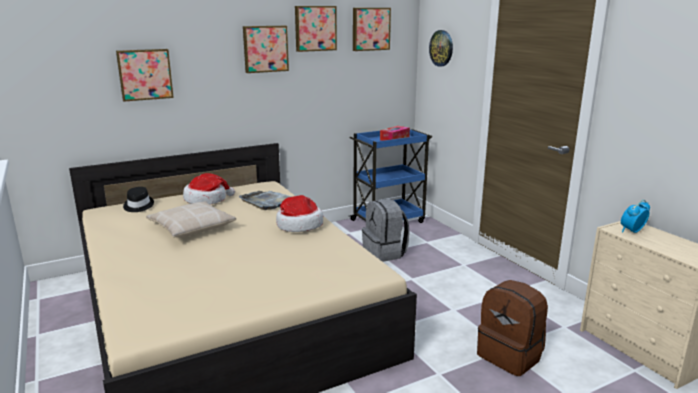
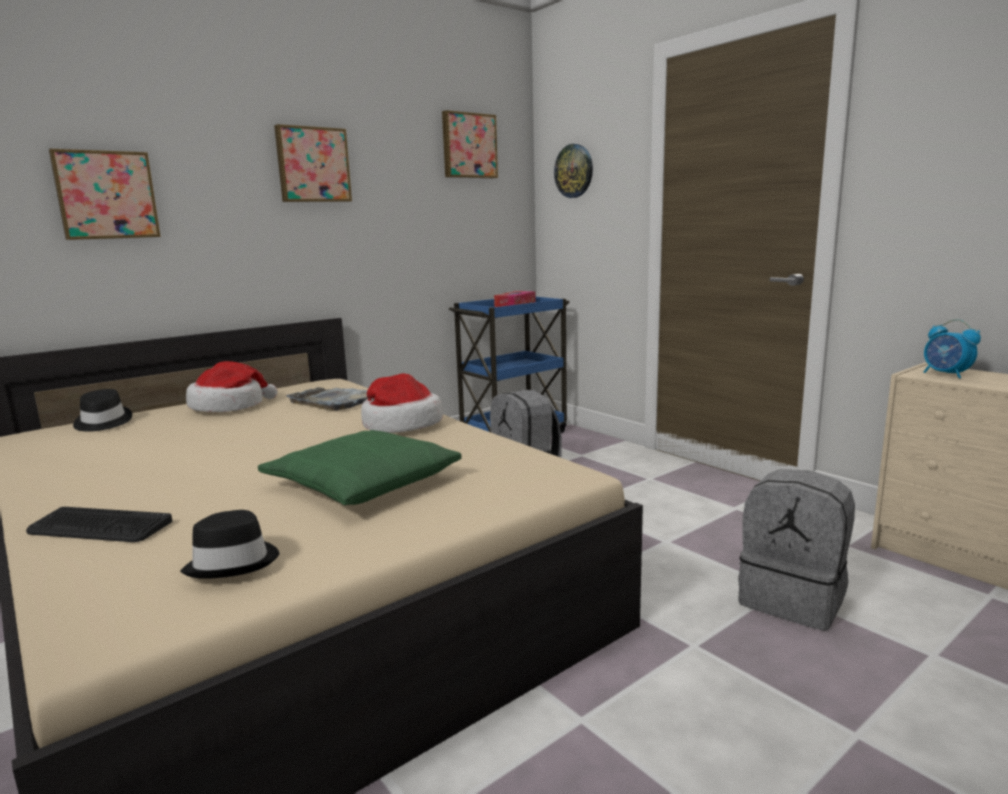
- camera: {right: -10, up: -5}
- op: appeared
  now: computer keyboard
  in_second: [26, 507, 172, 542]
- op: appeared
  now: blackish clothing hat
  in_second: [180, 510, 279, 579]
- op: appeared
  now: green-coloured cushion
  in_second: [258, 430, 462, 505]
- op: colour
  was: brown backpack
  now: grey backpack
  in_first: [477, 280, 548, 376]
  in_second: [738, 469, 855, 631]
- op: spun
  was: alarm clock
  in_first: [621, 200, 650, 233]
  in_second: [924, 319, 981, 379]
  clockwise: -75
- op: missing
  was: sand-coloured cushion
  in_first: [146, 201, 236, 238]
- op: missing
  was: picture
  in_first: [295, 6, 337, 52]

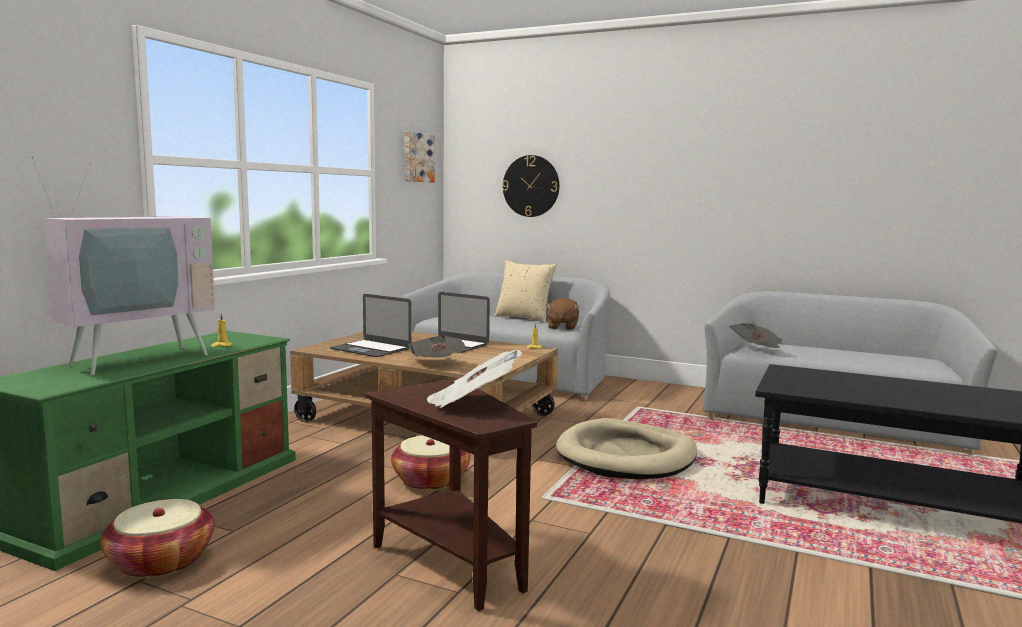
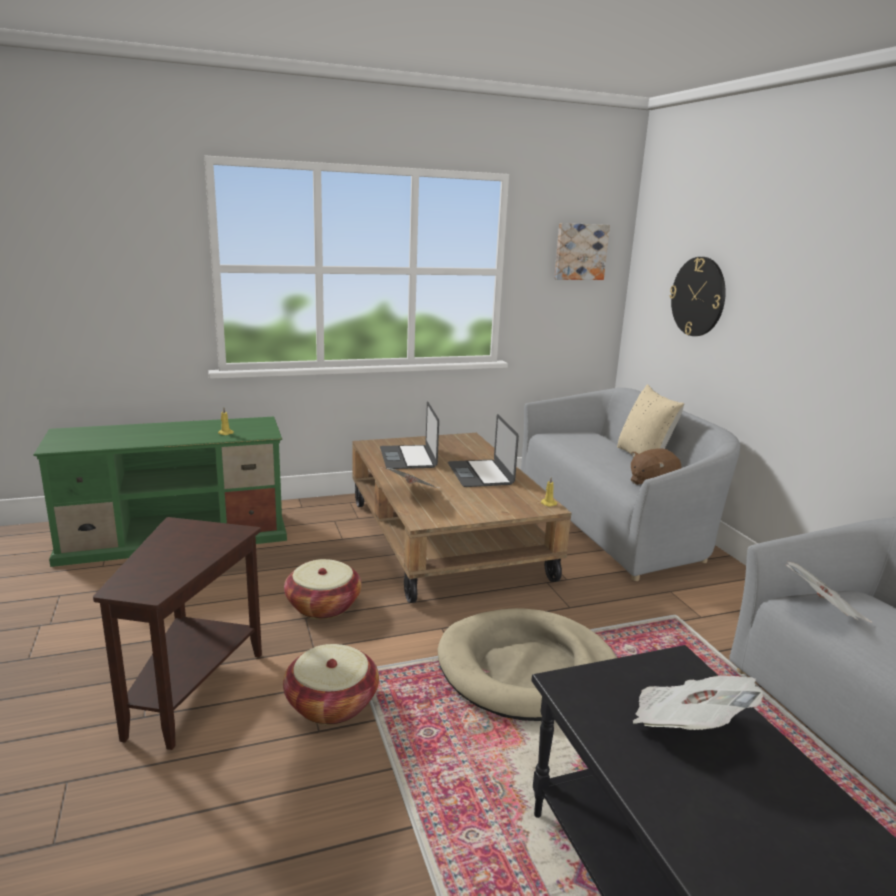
- camera: {right: 45, up: 10}
- op: relocated
  was: household basket
  in_first: [100, 499, 215, 579]
  in_second: [283, 644, 379, 725]
- op: relocated
  was: printed paper
  in_first: [426, 350, 522, 408]
  in_second: [633, 675, 763, 730]
- op: missing
  was: television
  in_first: [31, 156, 215, 375]

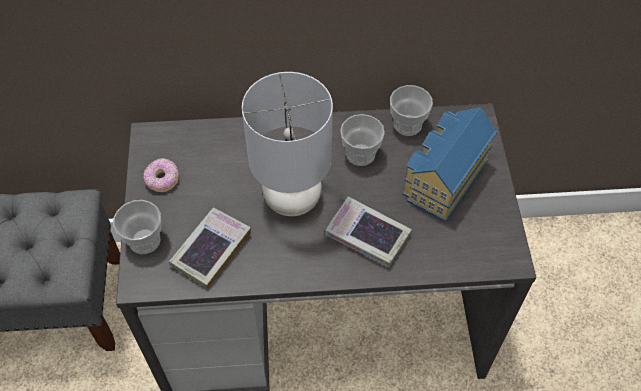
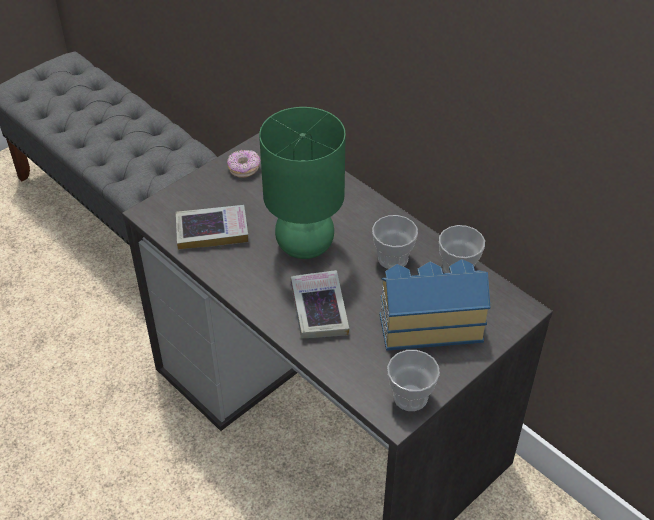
- camera: {right: 50, up: -10}
- op: colour
  was: grey tabletop lamp
  now: green-coloured tabletop lamp
  in_first: [242, 72, 333, 216]
  in_second: [259, 107, 346, 259]
- op: relocated
  was: small cup
  in_first: [113, 200, 161, 254]
  in_second: [387, 350, 440, 411]

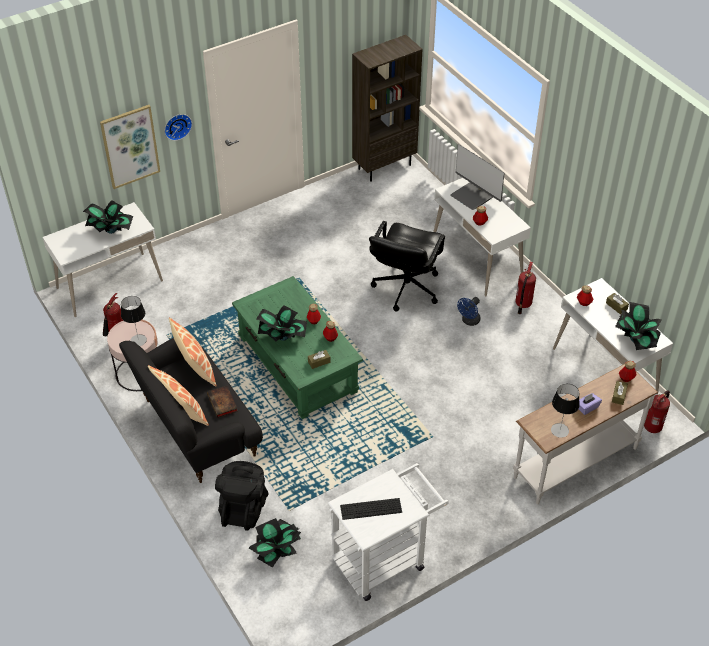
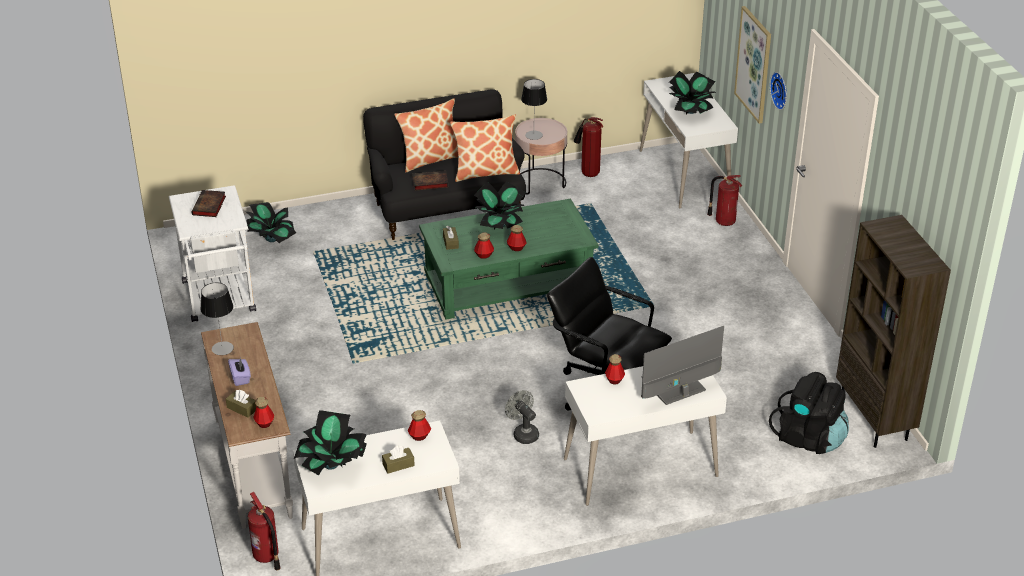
- camera: {right: 105, up: -10}
- op: exchanged
  was: computer keyboard
  now: volume
  in_first: [340, 498, 402, 520]
  in_second: [192, 190, 226, 217]
- op: colour
  was: blue fan
  now: grey fan
  in_first: [457, 297, 481, 326]
  in_second: [505, 390, 539, 444]
- op: relocated
  was: fire extinguisher
  in_first: [516, 262, 536, 314]
  in_second: [707, 175, 742, 226]
- op: relocated
  was: blackish backpack
  in_first: [215, 461, 268, 531]
  in_second: [769, 372, 849, 454]

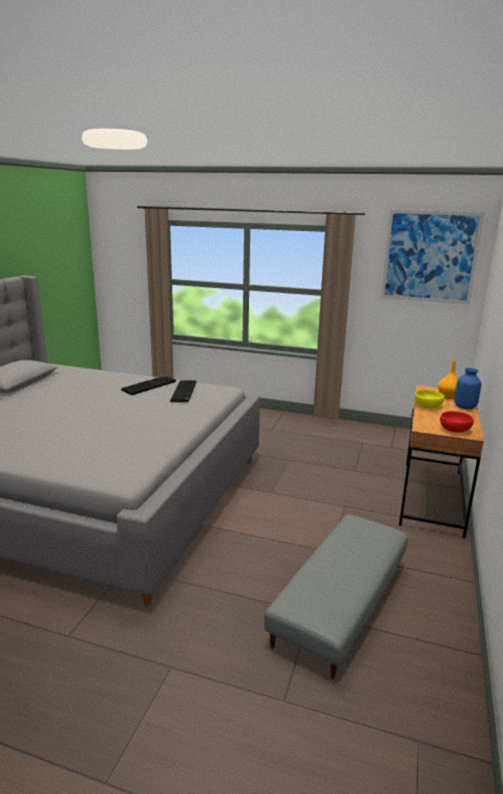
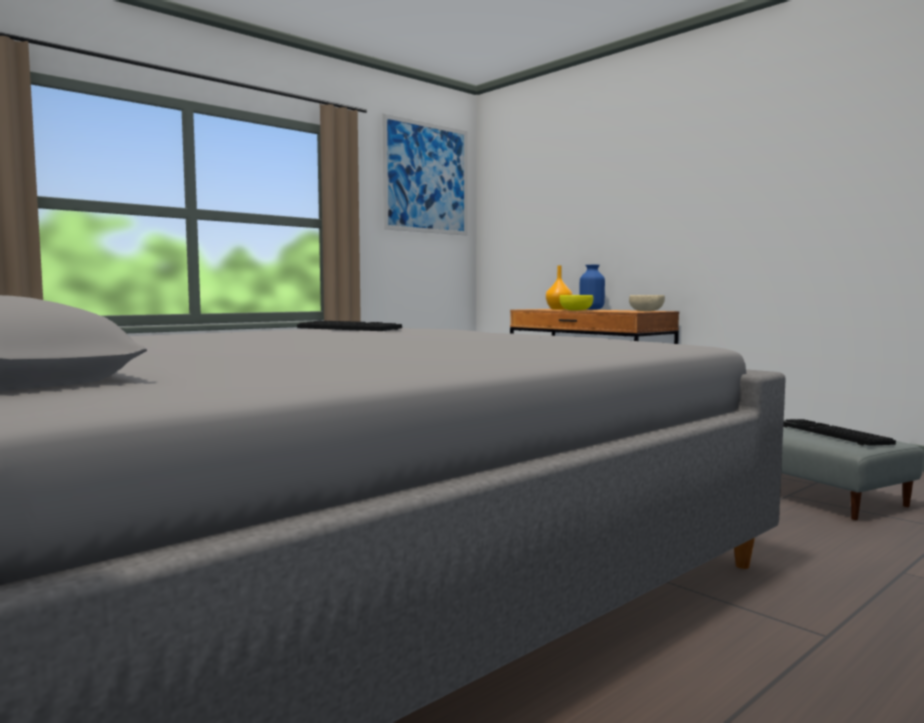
- camera: {right: -60, up: -15}
- op: colour
  was: red-coloured deep dish
  now: sand-coloured deep dish
  in_first: [440, 411, 474, 433]
  in_second: [629, 295, 665, 311]
- op: relocated
  was: computer keyboard
  in_first: [121, 376, 176, 395]
  in_second: [783, 419, 896, 446]

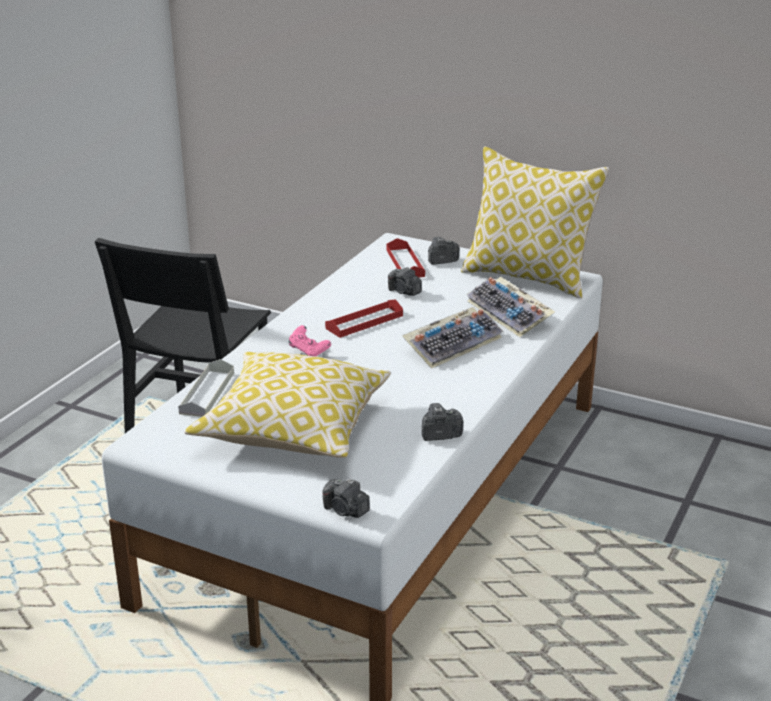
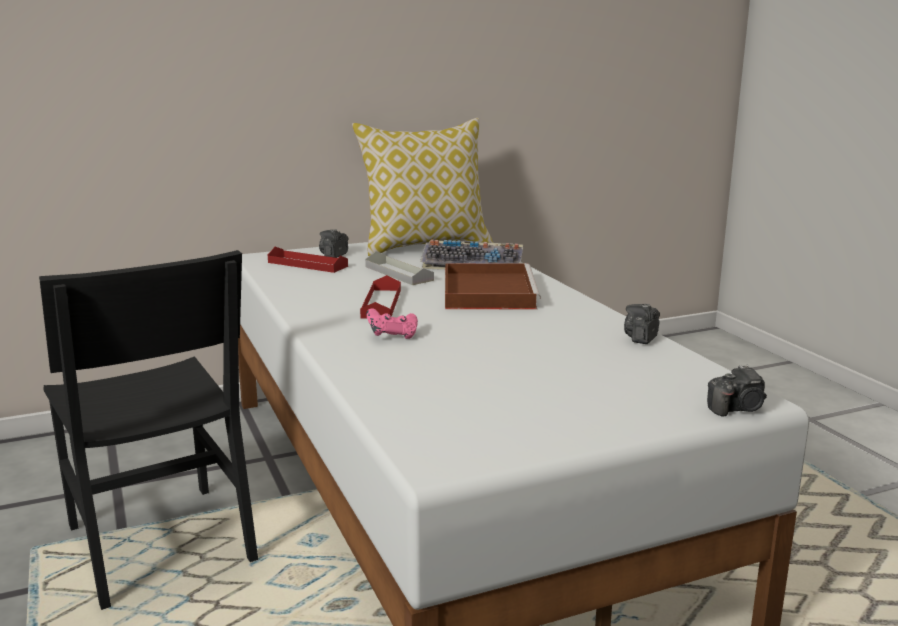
- camera: {right: -50, up: -10}
- op: relocated
  was: grey serving tray
  in_first: [178, 359, 234, 417]
  in_second: [365, 251, 434, 285]
- op: exchanged
  was: computer keyboard
  now: brown serving tray
  in_first: [402, 307, 503, 369]
  in_second: [445, 263, 541, 309]
- op: missing
  was: cushion
  in_first: [184, 352, 391, 458]
- op: missing
  was: photo camera
  in_first: [388, 267, 422, 296]

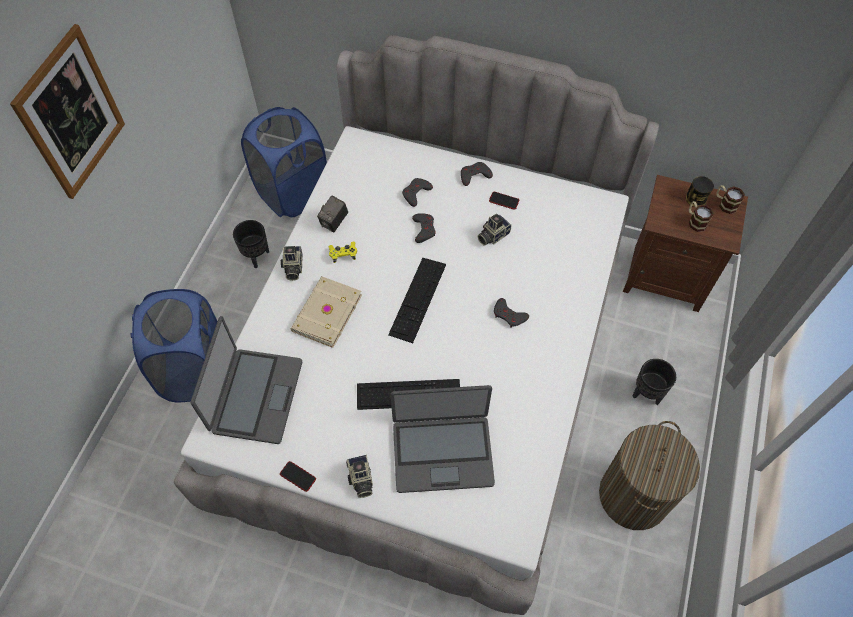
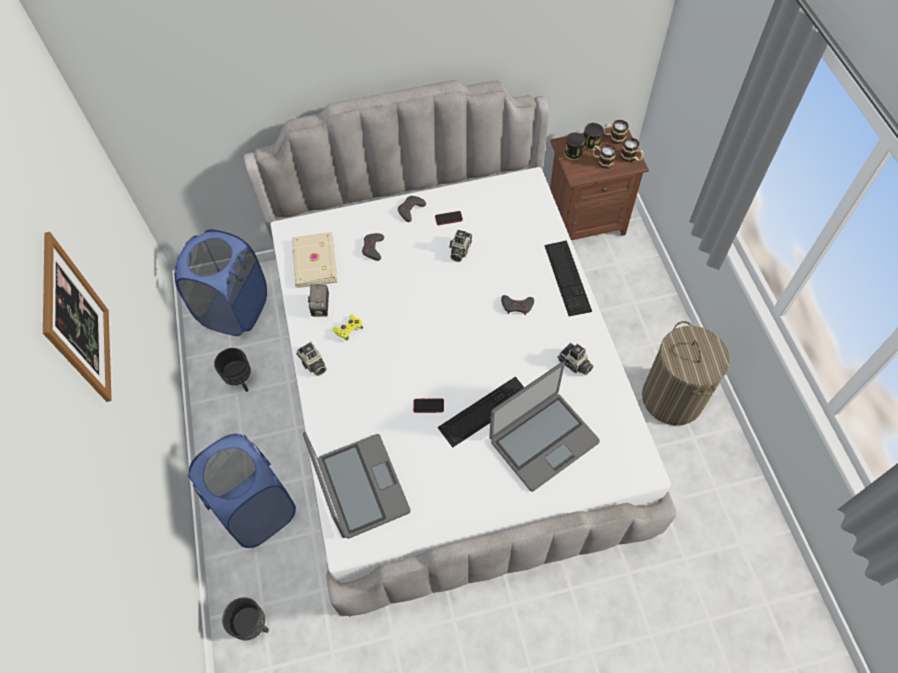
- camera: {right: -30, up: 0}
- op: relocated
  was: blackish planter
  in_first: [632, 359, 676, 405]
  in_second: [222, 597, 269, 640]
- op: relocated
  was: sand-coloured volume
  in_first: [291, 276, 362, 348]
  in_second: [292, 232, 338, 288]
- op: relocated
  was: phone
  in_first: [280, 461, 316, 492]
  in_second: [413, 399, 444, 413]
- op: relocated
  was: computer keyboard
  in_first: [388, 258, 446, 343]
  in_second: [545, 240, 592, 316]
- op: relocated
  was: photo camera
  in_first: [346, 455, 373, 498]
  in_second: [557, 343, 594, 376]
- op: appeared
  now: metal can
  in_second: [564, 132, 585, 161]
- op: appeared
  now: mug
  in_second: [620, 137, 644, 162]
- op: missing
  was: grey game controller
  in_first: [412, 213, 436, 243]

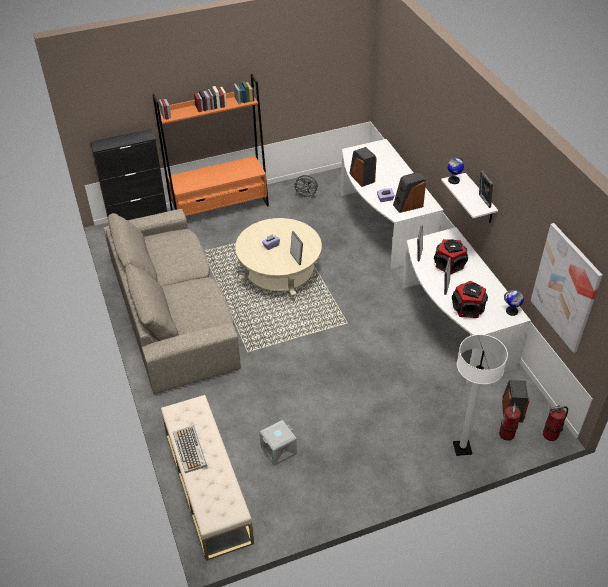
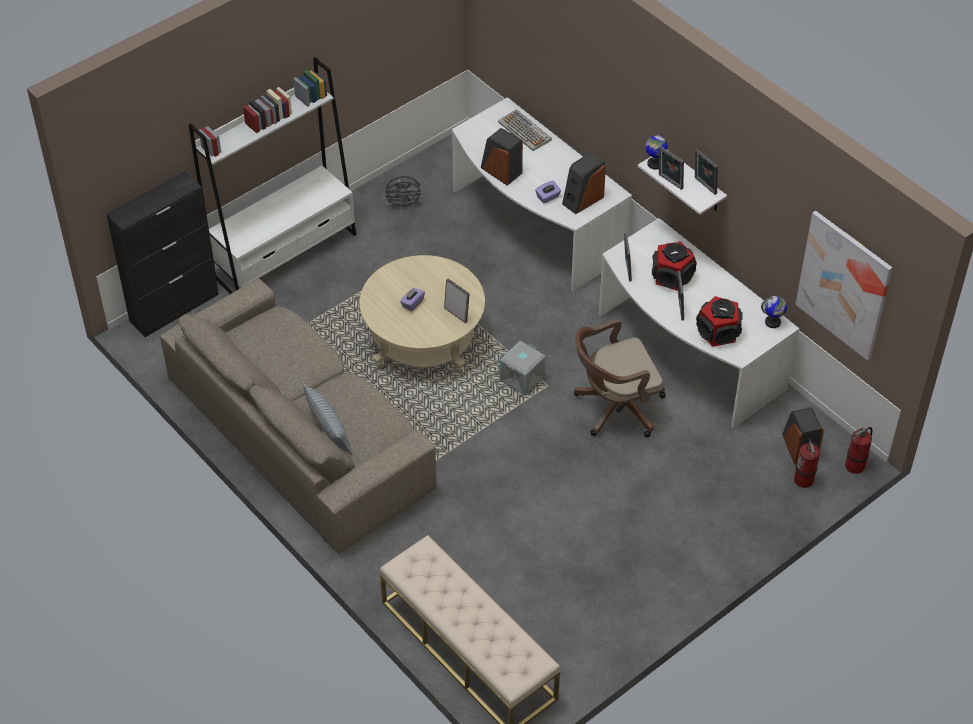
- camera: {right: -20, up: 5}
- op: colour
  was: orange bookcase
  now: white bookcase
  in_first: [152, 74, 269, 216]
  in_second: [188, 57, 356, 294]
- op: appeared
  now: cushion
  in_second: [302, 383, 352, 455]
- op: relocated
  was: computer keyboard
  in_first: [173, 425, 207, 473]
  in_second: [498, 109, 552, 151]
- op: relocated
  was: grey storage bin
  in_first: [259, 420, 297, 466]
  in_second: [499, 341, 546, 396]
- op: appeared
  now: brown desk chair
  in_second: [574, 319, 666, 437]
- op: appeared
  now: photo frame
  in_second: [659, 146, 684, 190]
- op: missing
  was: white standing lamp
  in_first: [453, 334, 508, 456]

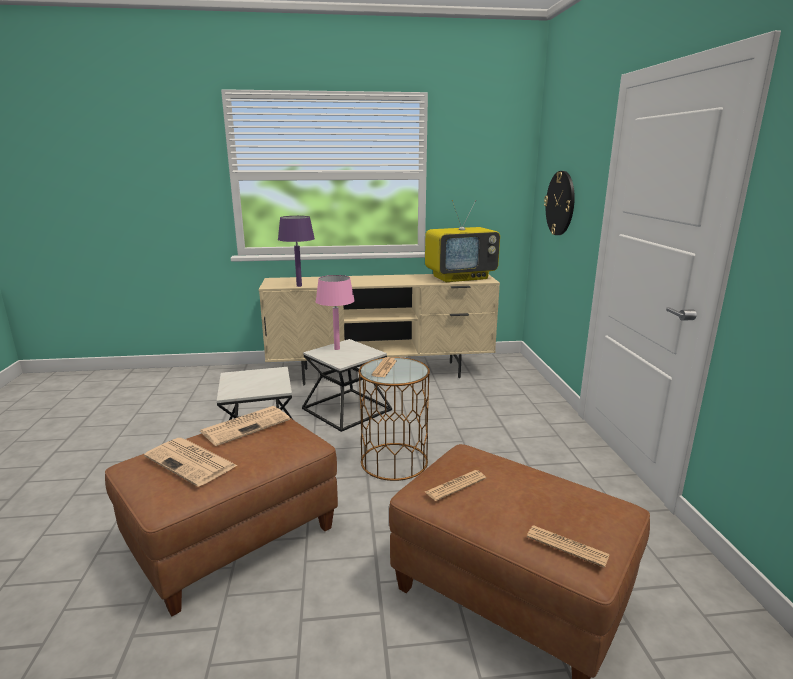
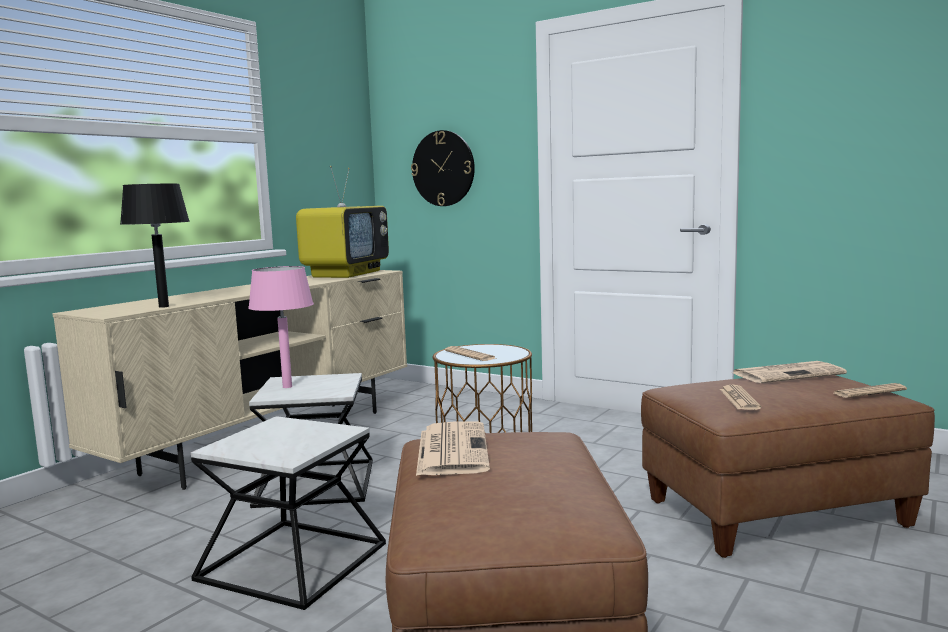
- camera: {right: -50, up: -10}
- op: colour
  was: purple tabletop lamp
  now: blackish tabletop lamp
  in_first: [278, 216, 315, 287]
  in_second: [120, 184, 190, 308]
- op: relocated
  was: printed paper
  in_first: [144, 438, 238, 487]
  in_second: [733, 361, 847, 383]

